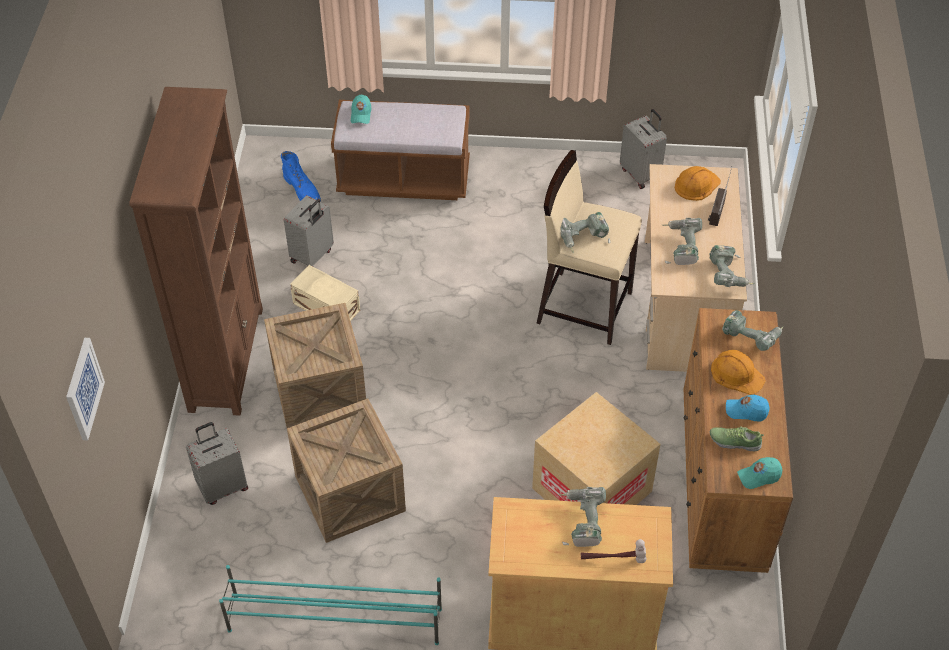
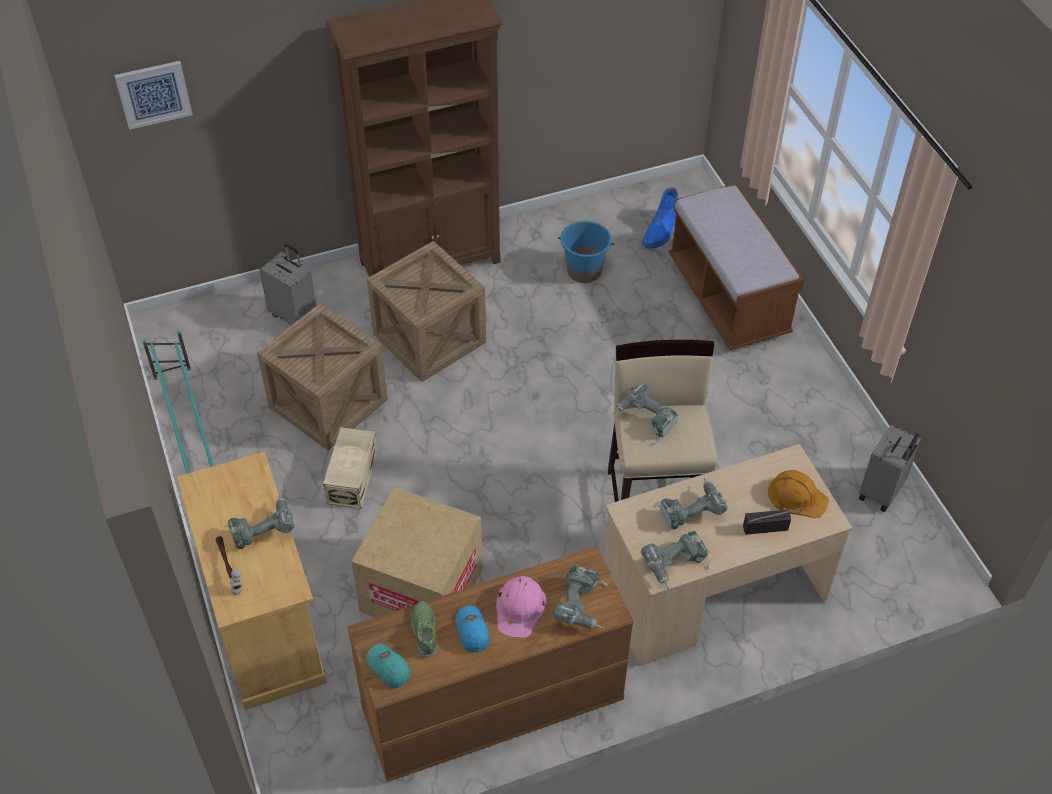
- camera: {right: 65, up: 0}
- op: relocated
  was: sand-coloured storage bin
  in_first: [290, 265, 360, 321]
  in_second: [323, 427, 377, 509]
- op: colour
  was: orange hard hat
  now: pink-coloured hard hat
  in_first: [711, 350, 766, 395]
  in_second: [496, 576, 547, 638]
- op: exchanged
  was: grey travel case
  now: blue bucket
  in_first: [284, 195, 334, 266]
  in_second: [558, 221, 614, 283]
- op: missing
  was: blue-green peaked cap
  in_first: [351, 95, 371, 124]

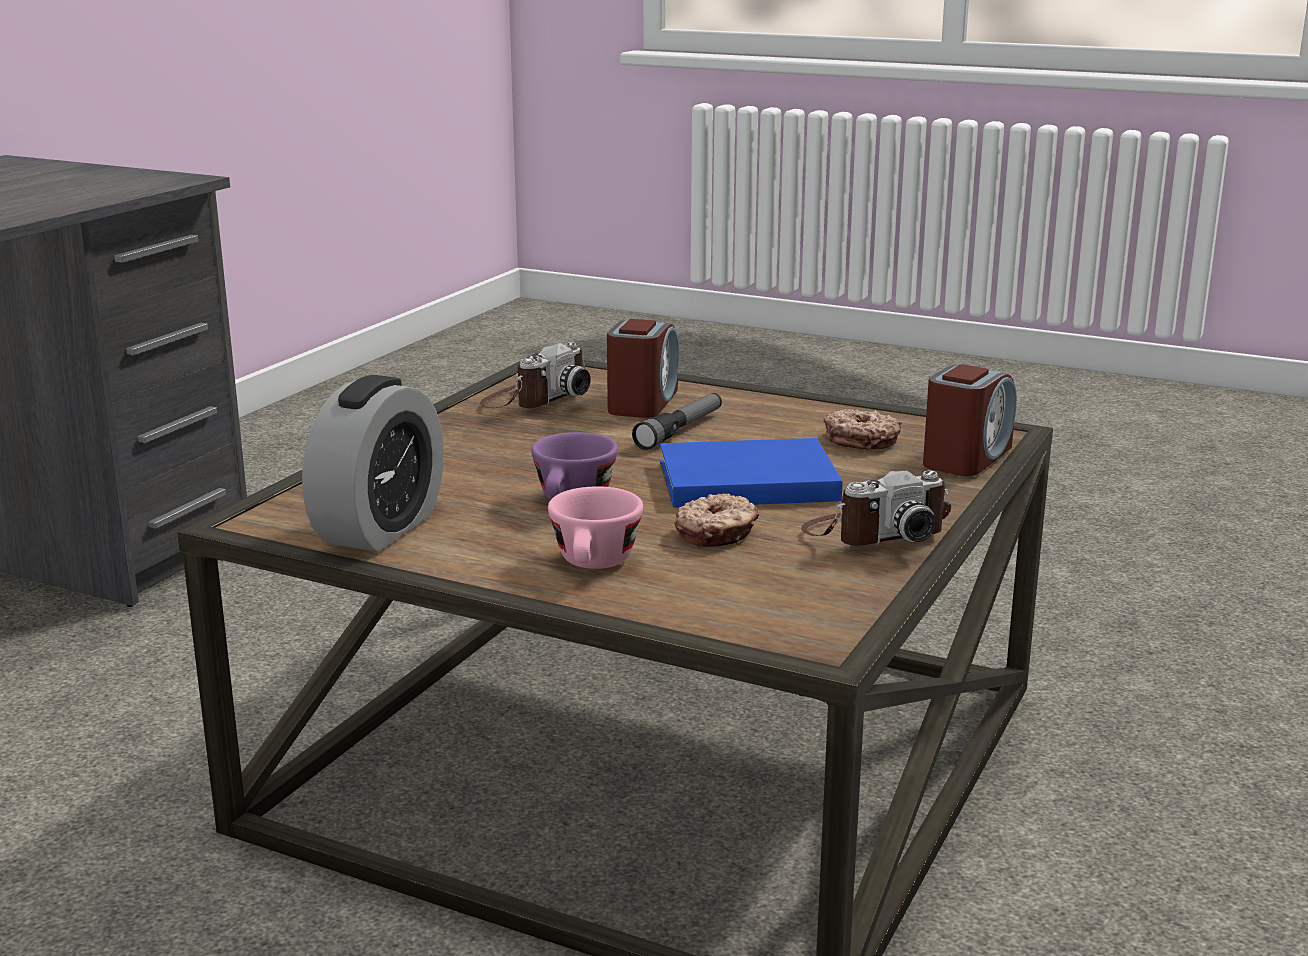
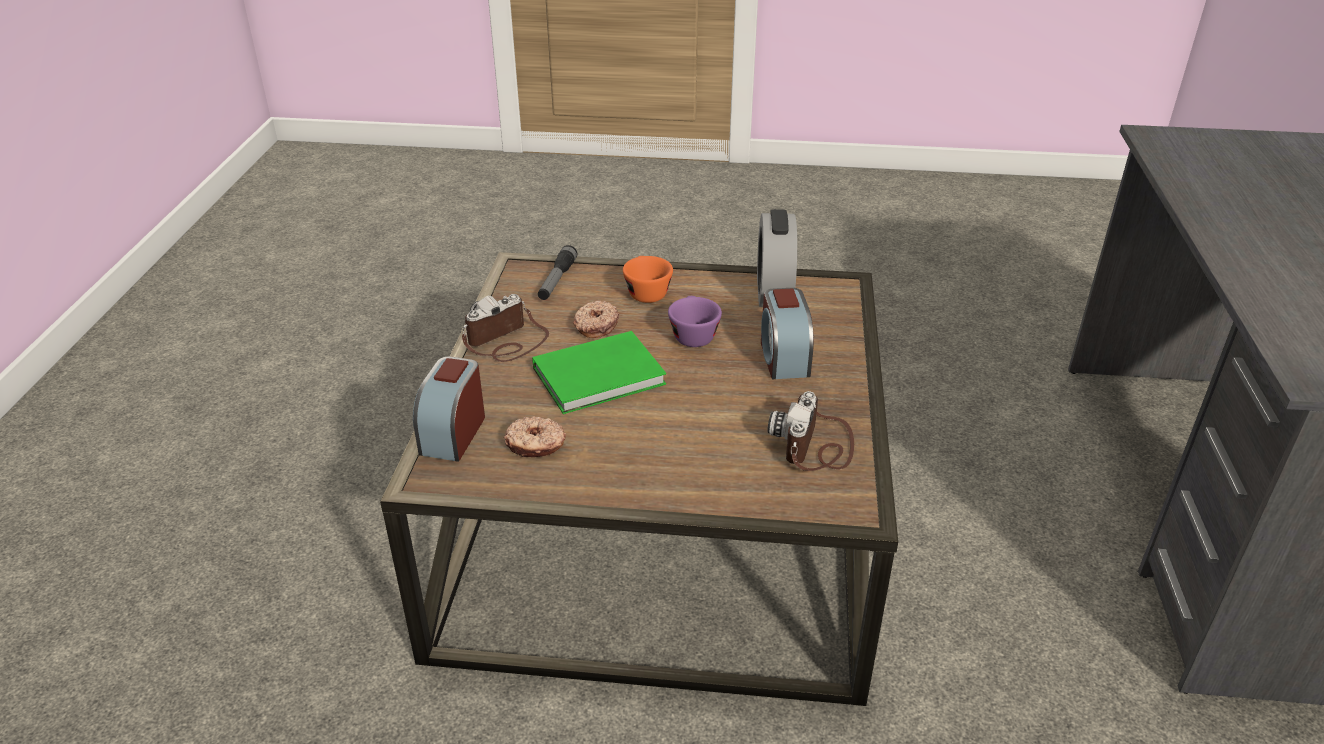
- camera: {right: 160, up: 15}
- op: colour
  was: blue volume
  now: green-coloured volume
  in_first: [660, 438, 843, 508]
  in_second: [532, 331, 666, 414]
- op: relocated
  was: hand torch
  in_first: [632, 393, 722, 450]
  in_second: [538, 245, 578, 300]
- op: colour
  was: pink-coloured small cup
  now: orange small cup
  in_first: [548, 486, 643, 569]
  in_second: [623, 256, 673, 303]
- op: relocated
  was: alarm clock
  in_first: [607, 319, 679, 418]
  in_second: [761, 288, 814, 379]

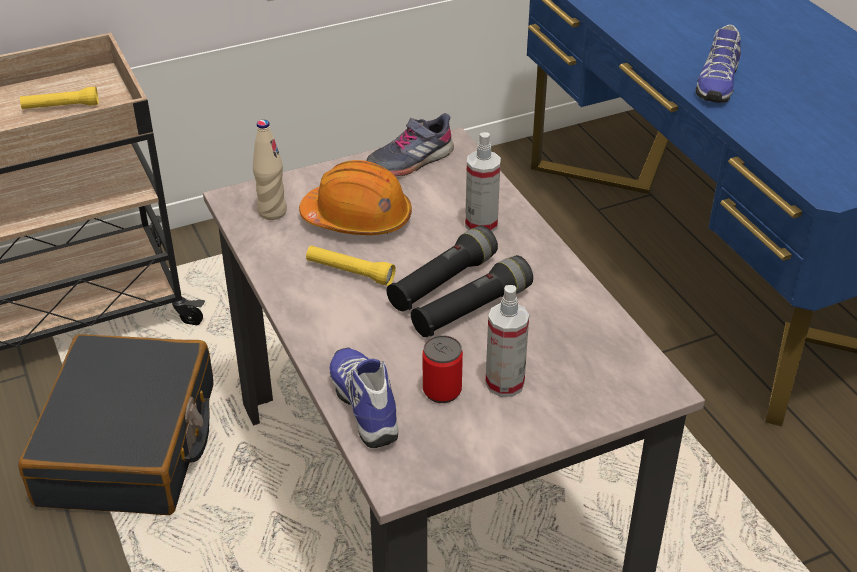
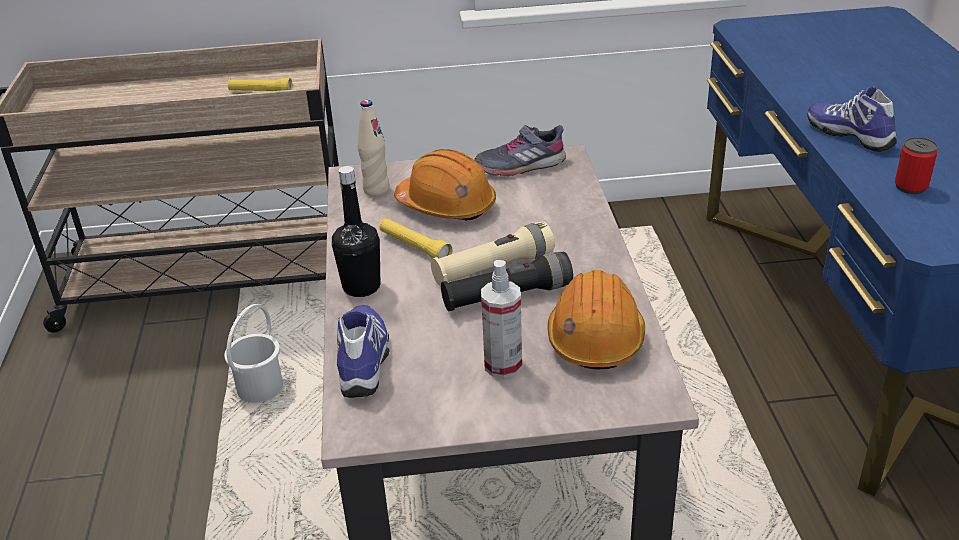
- camera: {right: 20, up: -5}
- op: exchanged
  was: blackish travel case
  now: white bucket
  in_first: [18, 334, 213, 515]
  in_second: [224, 304, 283, 403]
- op: appeared
  now: blackish drink bottle
  in_second: [332, 166, 380, 297]
- op: colour
  was: blackish hand torch
  now: sand-coloured hand torch
  in_first: [387, 226, 498, 312]
  in_second: [431, 222, 555, 286]
- op: appeared
  now: orange hard hat
  in_second: [548, 270, 645, 370]
- op: spun
  was: item of footwear
  in_first: [696, 25, 741, 103]
  in_second: [807, 86, 896, 152]
  clockwise: 105
- op: relocated
  was: metal can
  in_first: [423, 335, 463, 403]
  in_second: [895, 137, 938, 194]
- op: missing
  was: spray bottle
  in_first: [465, 132, 501, 232]

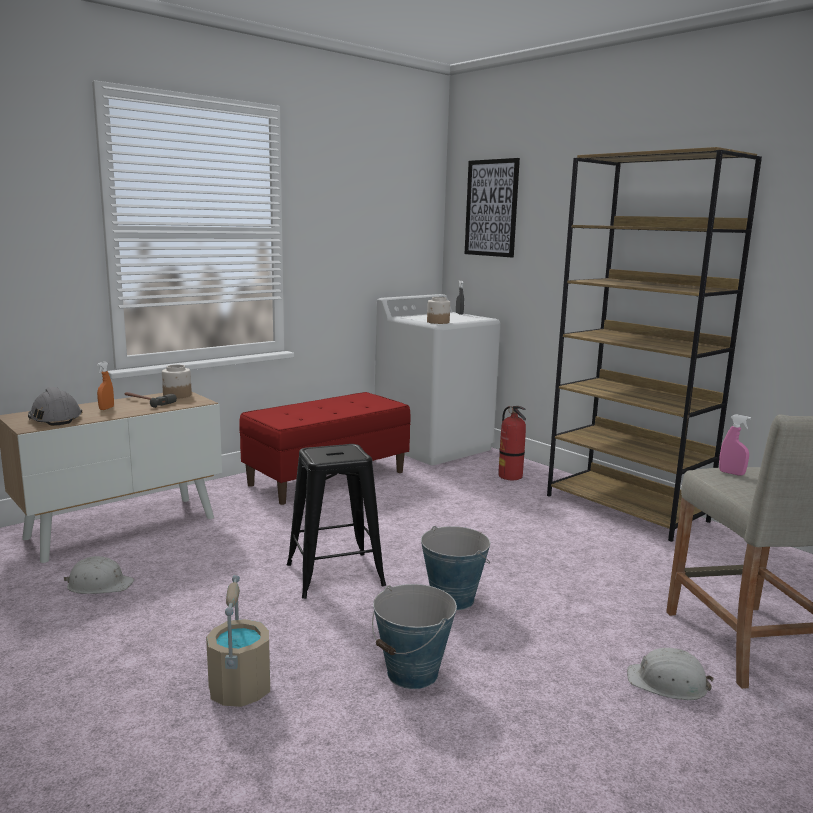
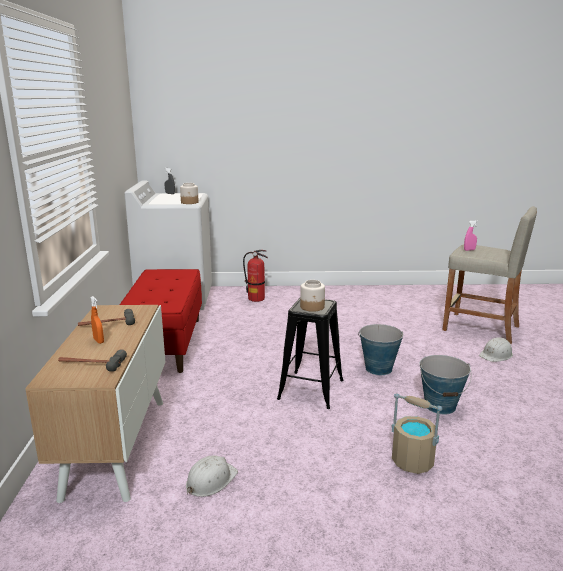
- camera: {right: -50, up: 5}
- op: exchanged
  was: grey hard hat
  now: tool hammer
  in_first: [28, 387, 83, 426]
  in_second: [58, 349, 127, 372]
- op: relocated
  was: storage jar
  in_first: [162, 365, 192, 399]
  in_second: [300, 280, 325, 312]
- op: missing
  was: picture
  in_first: [465, 158, 520, 257]
- op: missing
  was: brown bookcase
  in_first: [547, 147, 762, 542]

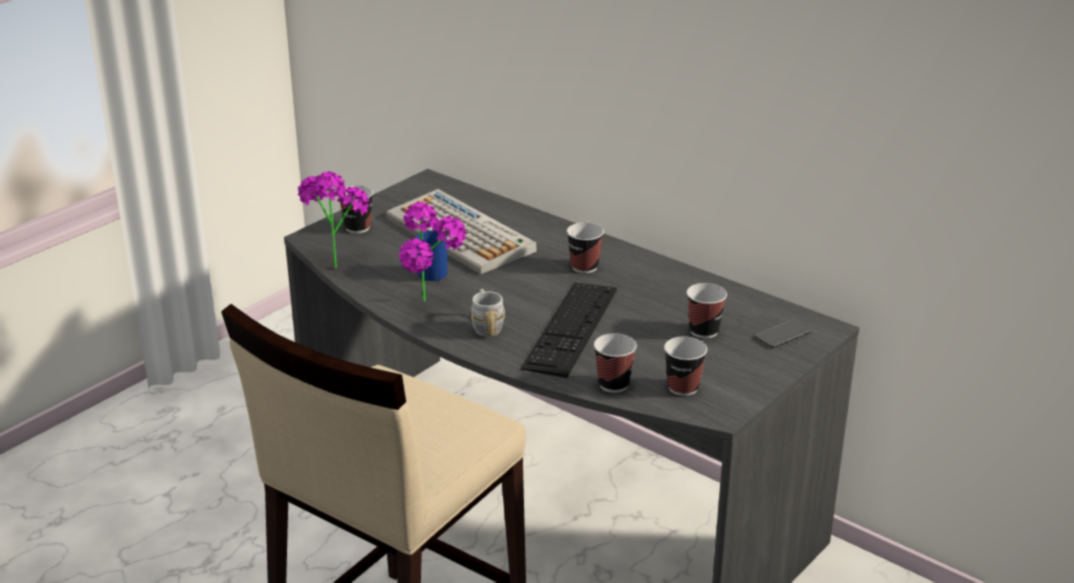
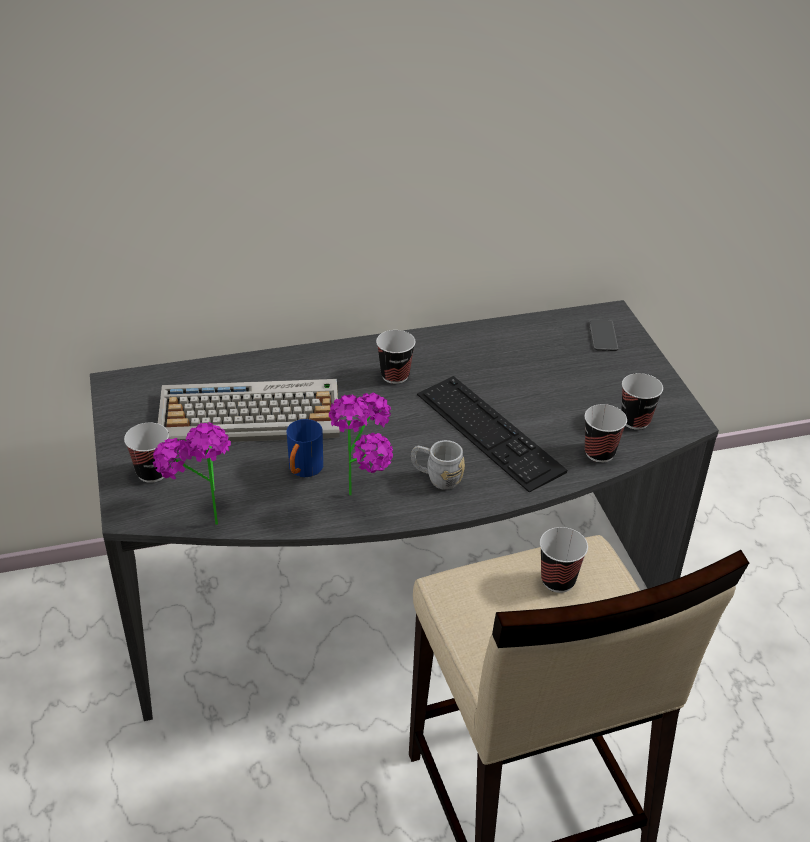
- camera: {right: -55, up: 10}
- op: relocated
  was: small cup
  in_first: [687, 283, 727, 338]
  in_second: [540, 527, 588, 593]

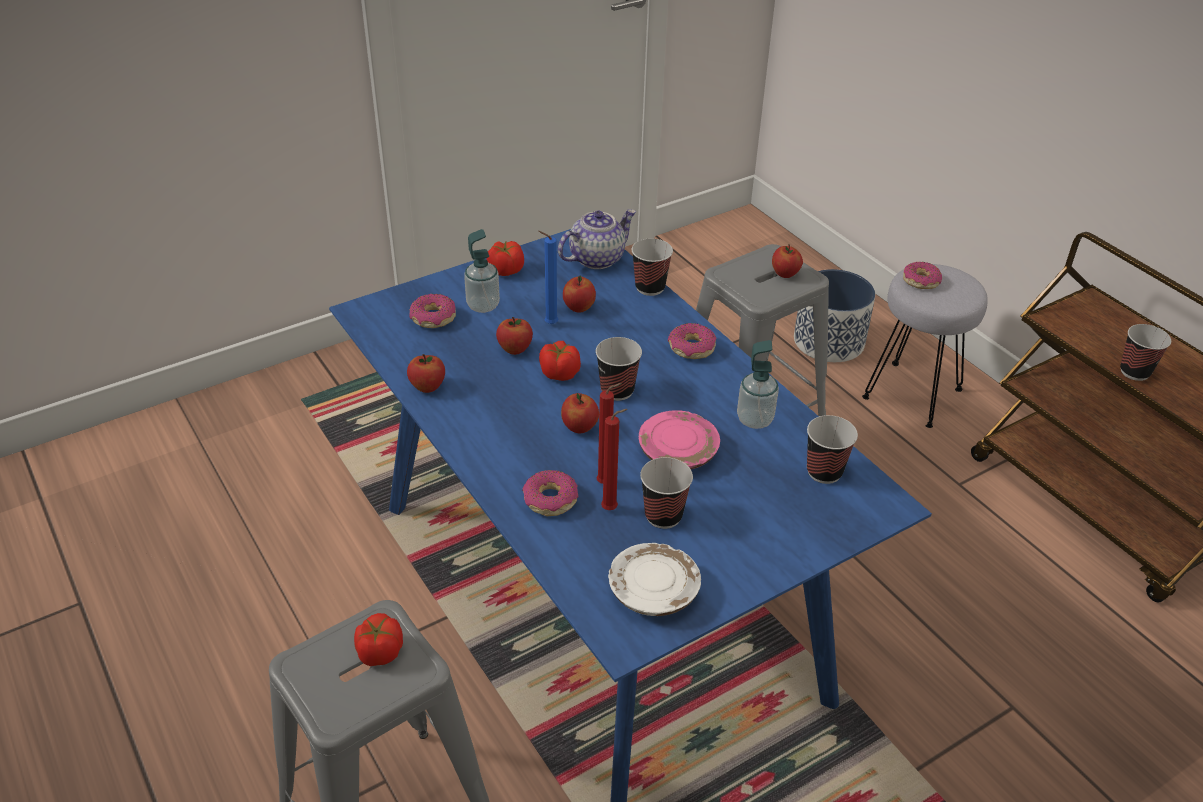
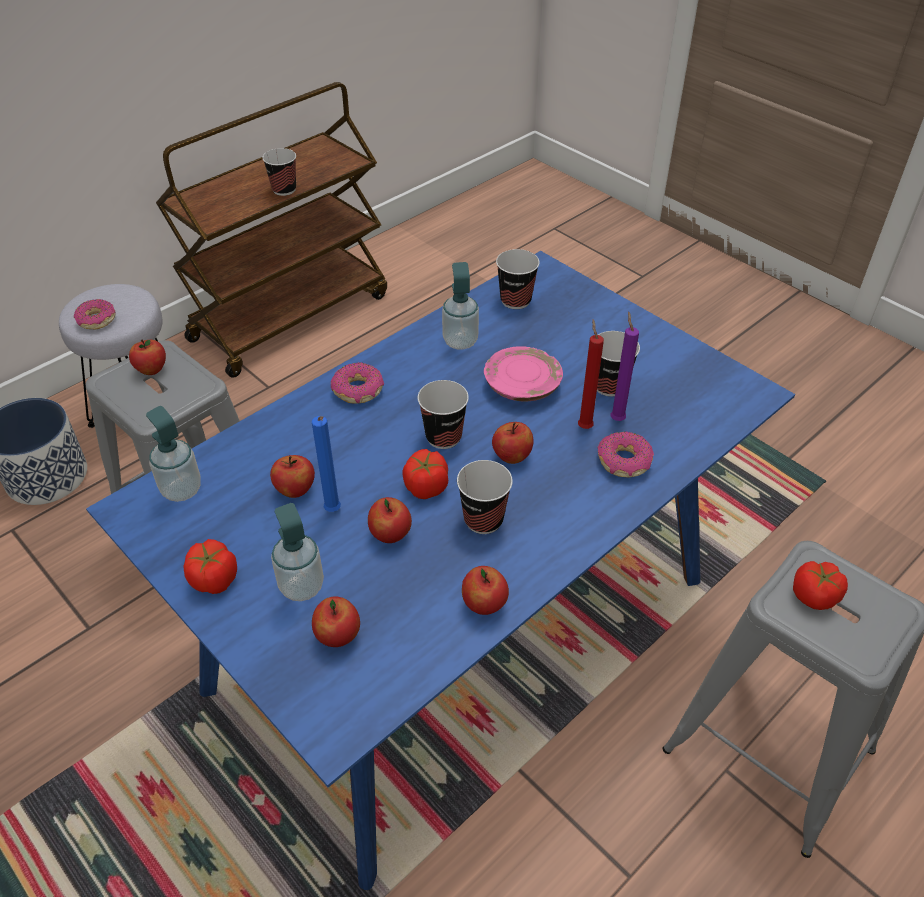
- camera: {right: -100, up: 5}
- op: exchanged
  was: teapot
  now: soap bottle
  in_first: [558, 209, 636, 269]
  in_second: [146, 406, 201, 502]
- op: exchanged
  was: doughnut
  now: apple fruit
  in_first: [410, 294, 456, 328]
  in_second: [312, 596, 360, 647]
- op: relocated
  was: small cup
  in_first: [632, 238, 673, 296]
  in_second: [457, 460, 513, 534]
- op: colour
  was: red-coloured wax candle
  now: purple wax candle
  in_first: [601, 409, 628, 510]
  in_second: [611, 312, 639, 421]
- op: missing
  was: white plate
  in_first: [608, 543, 701, 616]

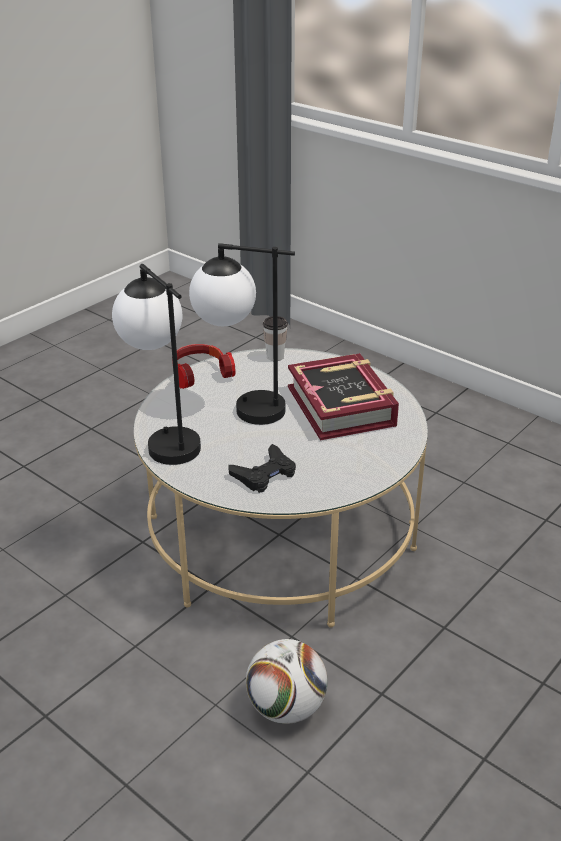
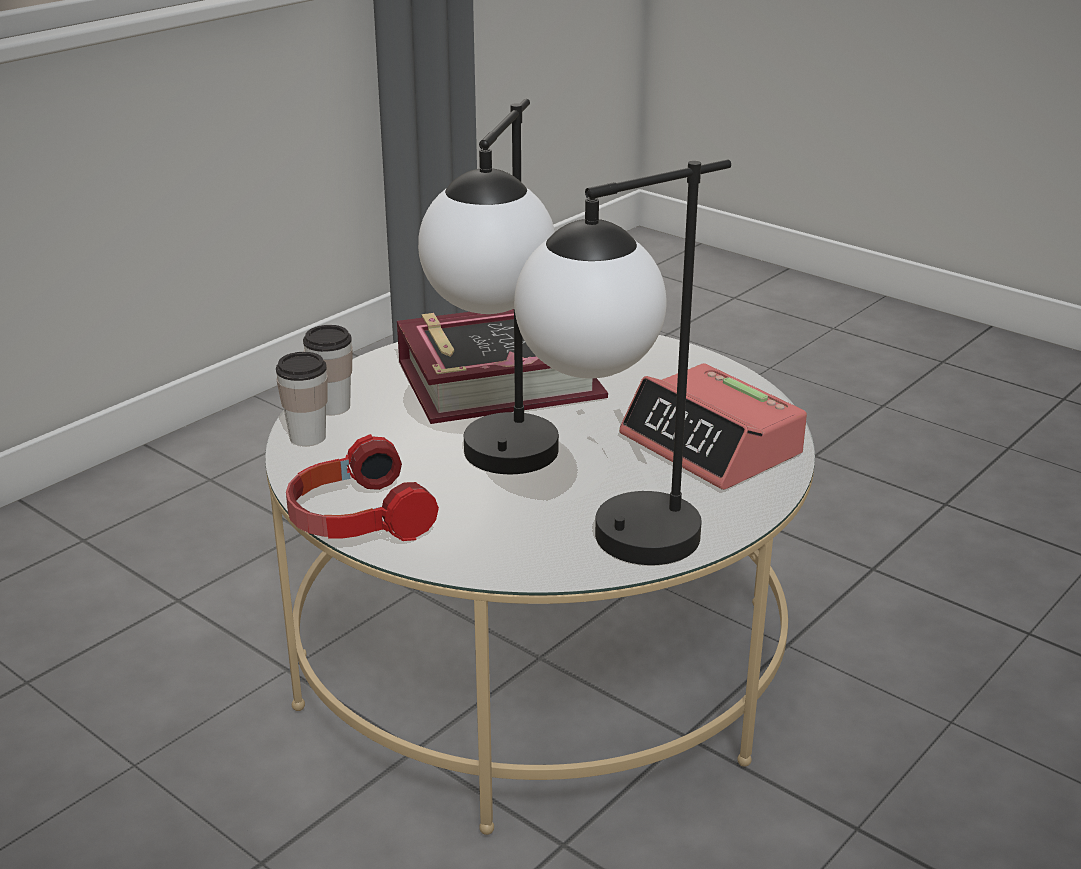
- camera: {right: -90, up: -5}
- op: appeared
  now: small cup
  in_second: [303, 325, 353, 415]
- op: exchanged
  was: blackish game controller
  now: alarm clock
  in_first: [228, 444, 296, 493]
  in_second: [619, 363, 807, 490]
- op: missing
  was: football
  in_first: [246, 639, 328, 724]

